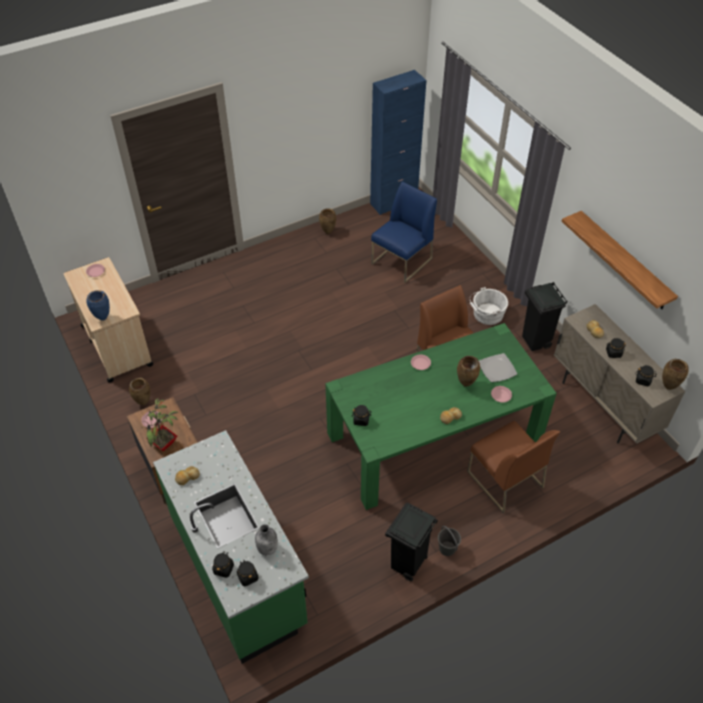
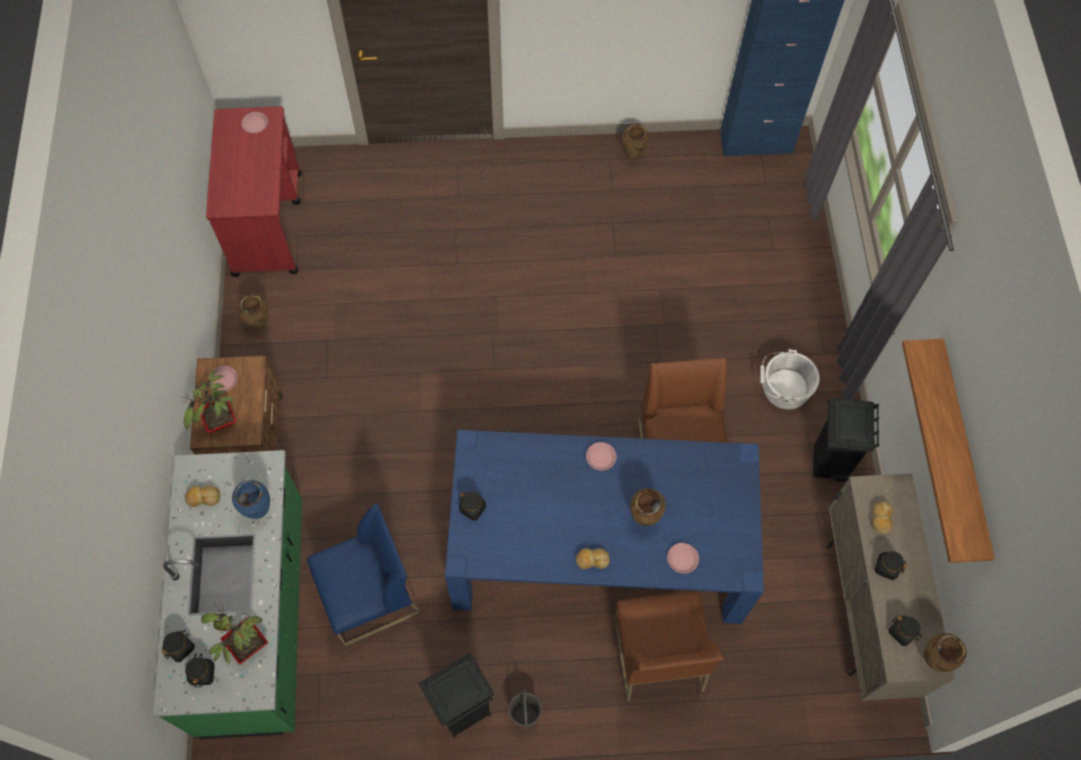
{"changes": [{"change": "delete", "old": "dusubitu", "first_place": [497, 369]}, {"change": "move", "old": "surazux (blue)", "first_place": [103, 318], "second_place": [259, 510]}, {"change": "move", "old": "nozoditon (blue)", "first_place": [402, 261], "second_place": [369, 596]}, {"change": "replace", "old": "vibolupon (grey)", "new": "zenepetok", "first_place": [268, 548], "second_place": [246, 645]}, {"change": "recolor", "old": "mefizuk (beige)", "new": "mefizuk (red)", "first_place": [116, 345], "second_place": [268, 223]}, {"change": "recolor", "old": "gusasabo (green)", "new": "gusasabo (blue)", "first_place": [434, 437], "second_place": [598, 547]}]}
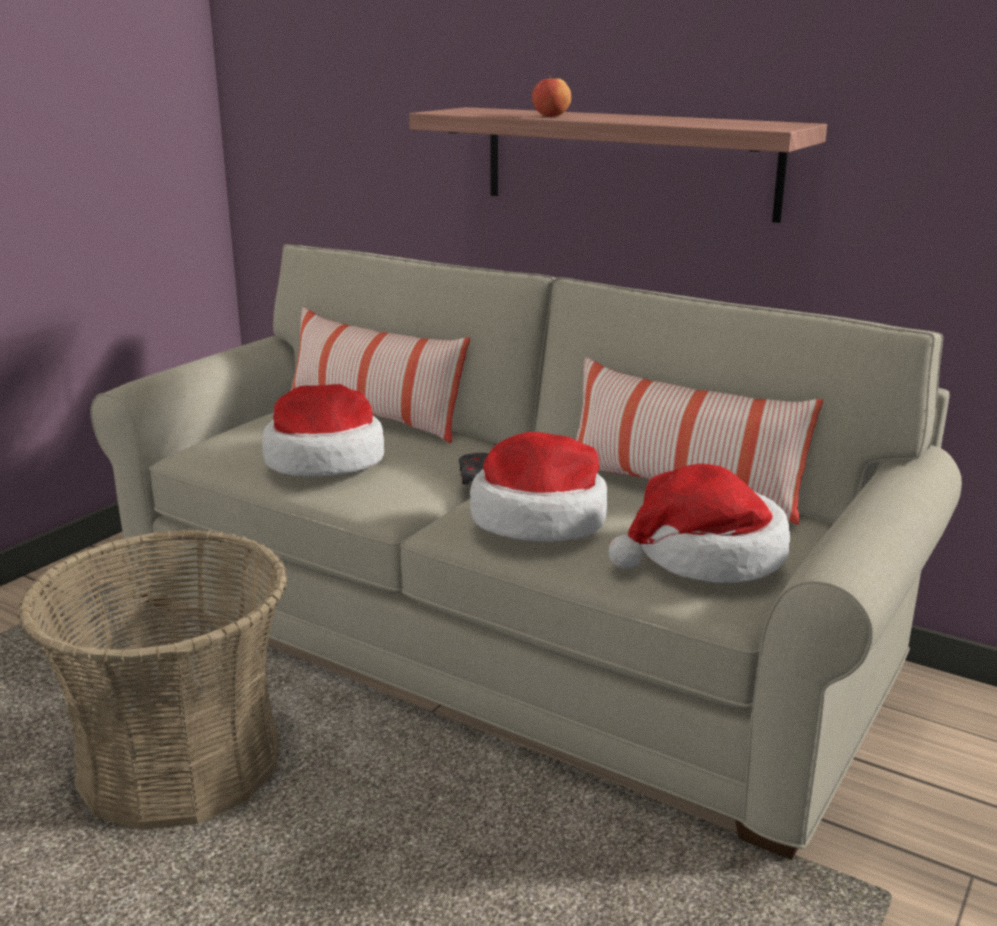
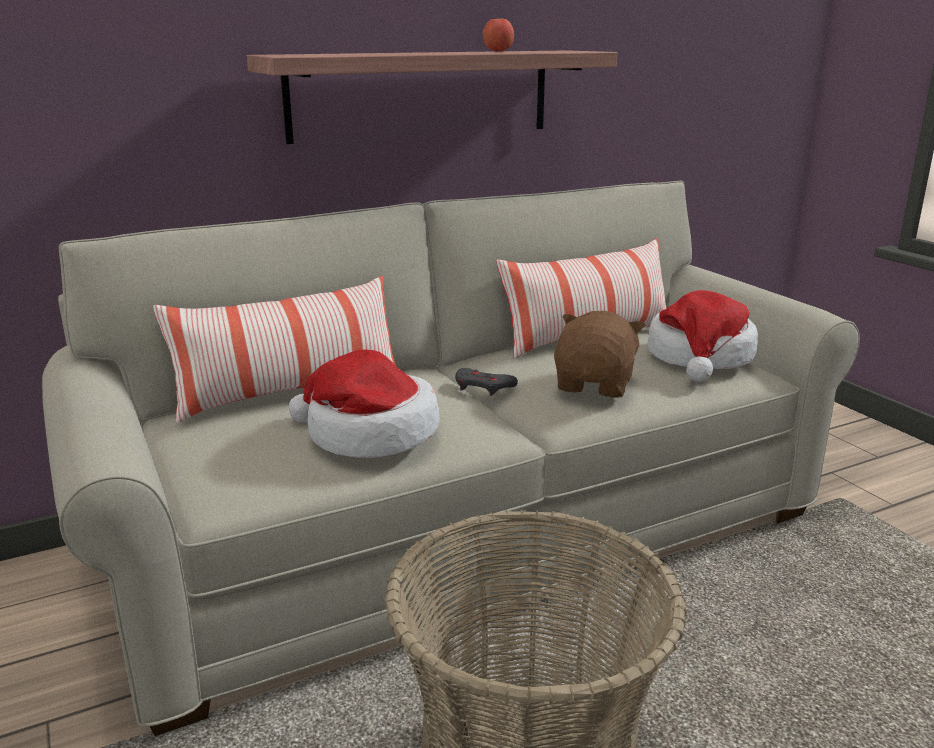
{"changes": [{"change": "move", "old": "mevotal", "first_place": [550, 116], "second_place": [498, 51]}, {"change": "replace", "old": "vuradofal", "new": "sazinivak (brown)", "first_place": [540, 518], "second_place": [595, 385]}]}
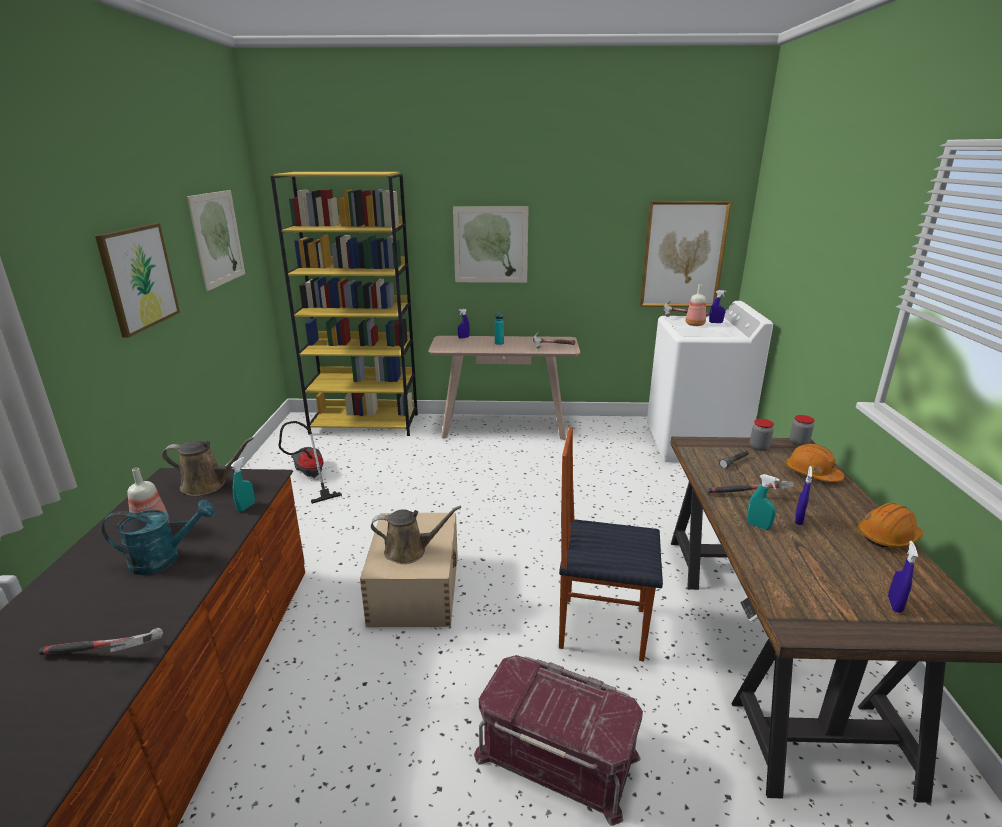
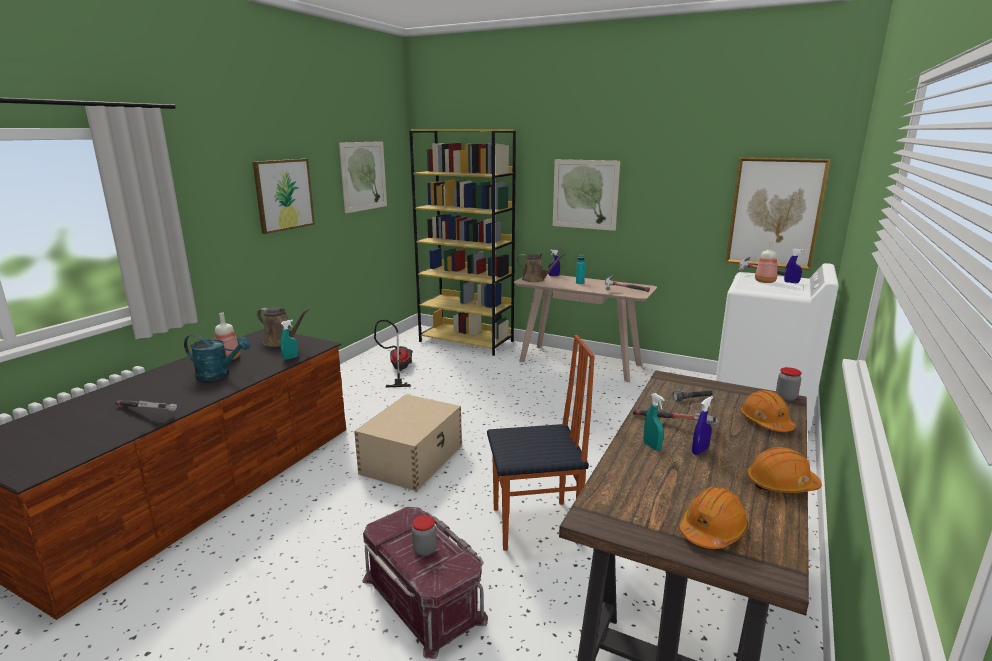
{"changes": [{"change": "move", "old": "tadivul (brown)", "first_place": [409, 551], "second_place": [536, 279]}, {"change": "move", "old": "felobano", "first_place": [759, 447], "second_place": [424, 550]}, {"change": "replace", "old": "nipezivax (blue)", "new": "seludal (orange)", "first_place": [894, 604], "second_place": [712, 530]}, {"change": "rotate", "old": "nozoditon", "first_place": [601, 627], "second_place": [536, 526], "degrees": 135}]}
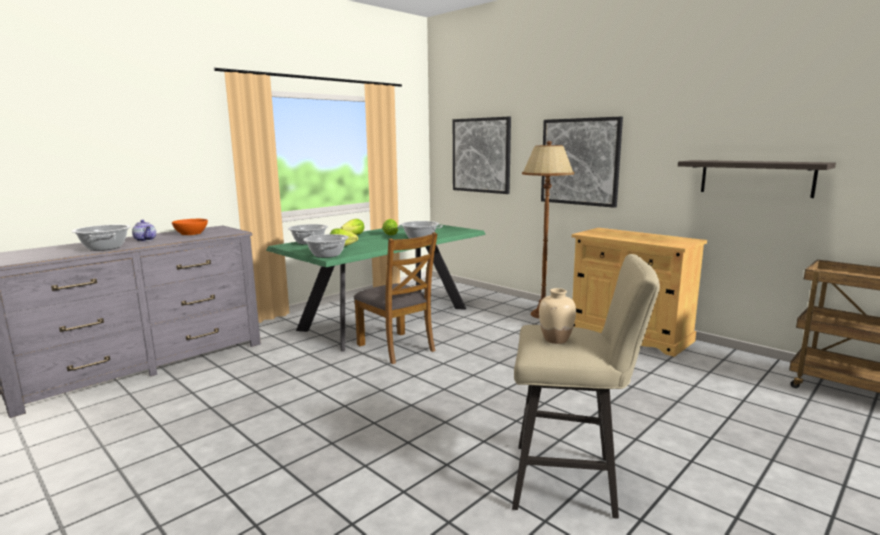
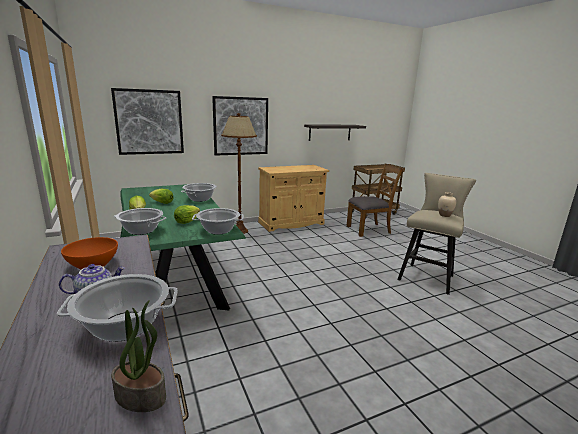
{"changes": [{"change": "insert", "new": "zenepetok", "second_place": [141, 395]}, {"change": "move", "old": "nozoditon (brown)", "first_place": [397, 347], "second_place": [369, 229]}]}
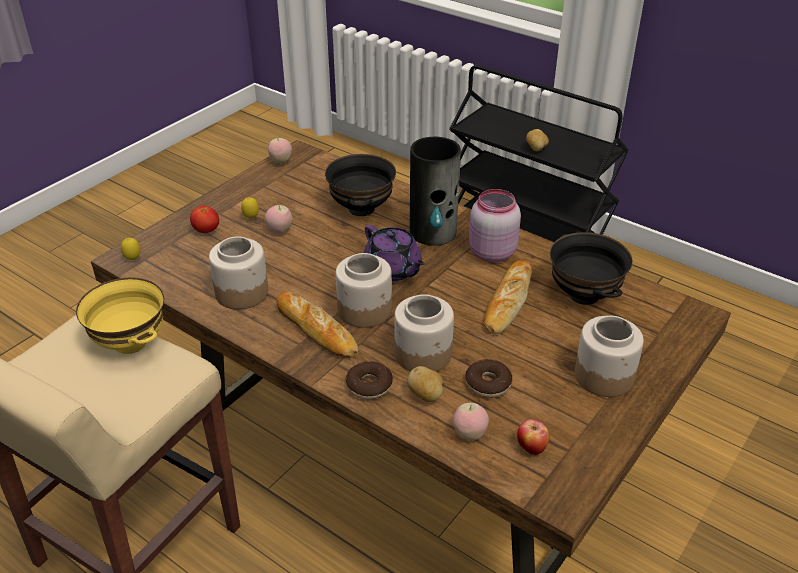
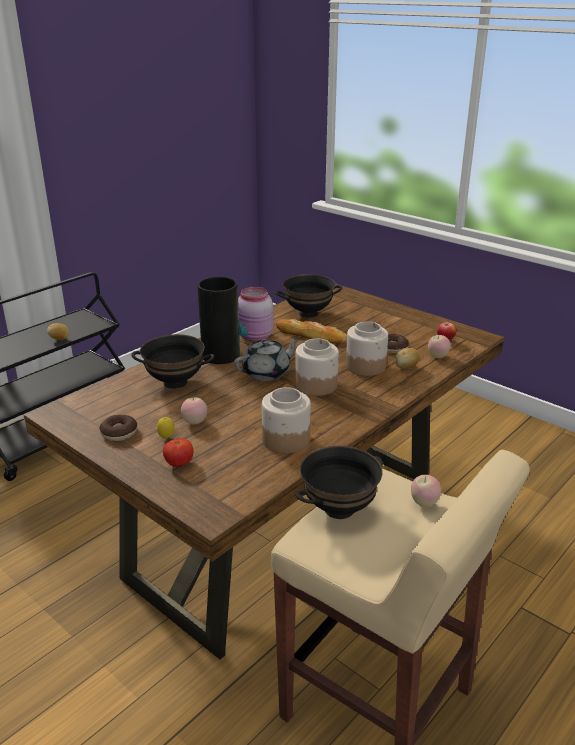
{"changes": [{"change": "delete", "old": "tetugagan", "first_place": [133, 259]}, {"change": "delete", "old": "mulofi", "first_place": [316, 329]}, {"change": "delete", "old": "felobano", "first_place": [604, 376]}, {"change": "move", "old": "mevotal", "first_place": [281, 161], "second_place": [424, 503]}, {"change": "move", "old": "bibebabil", "first_place": [369, 386], "second_place": [119, 433]}, {"change": "recolor", "old": "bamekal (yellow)", "new": "bamekal (black)", "first_place": [131, 343], "second_place": [338, 508]}, {"change": "recolor", "old": "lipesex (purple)", "new": "lipesex (grey)", "first_place": [393, 270], "second_place": [267, 373]}]}
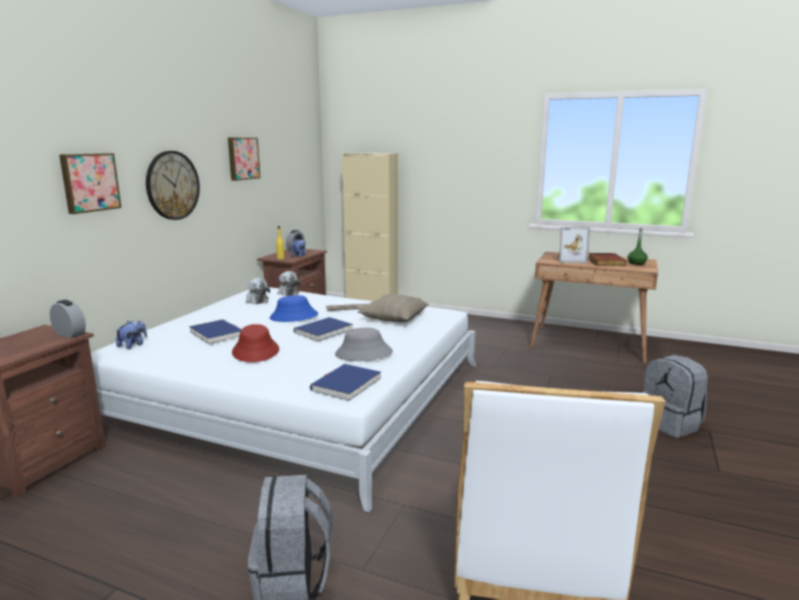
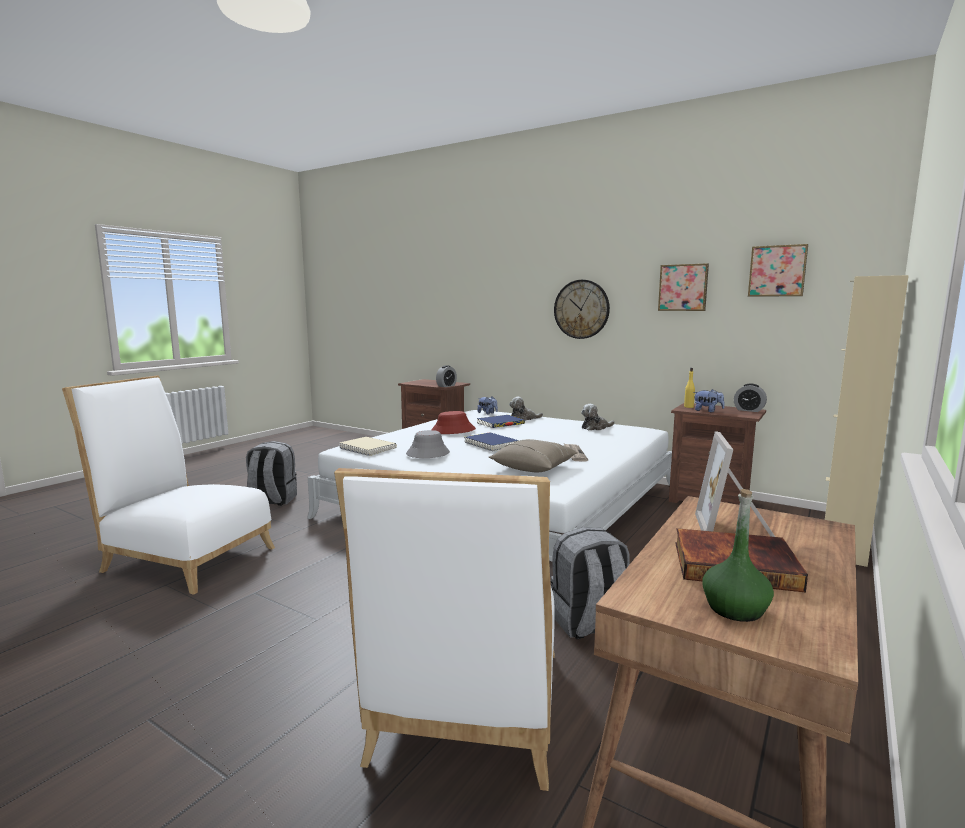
{"changes": [{"change": "delete", "old": "vuradofal (blue)", "first_place": [294, 316]}, {"change": "insert", "new": "nozoditon (white)", "second_place": [467, 714]}, {"change": "move", "old": "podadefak", "first_place": [89, 182], "second_place": [777, 271]}, {"change": "move", "old": "sazinivak", "first_place": [288, 292], "second_place": [523, 418]}, {"change": "move", "old": "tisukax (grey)", "first_place": [671, 424], "second_place": [589, 624]}, {"change": "recolor", "old": "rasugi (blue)", "new": "rasugi (beige)", "first_place": [346, 385], "second_place": [368, 448]}]}
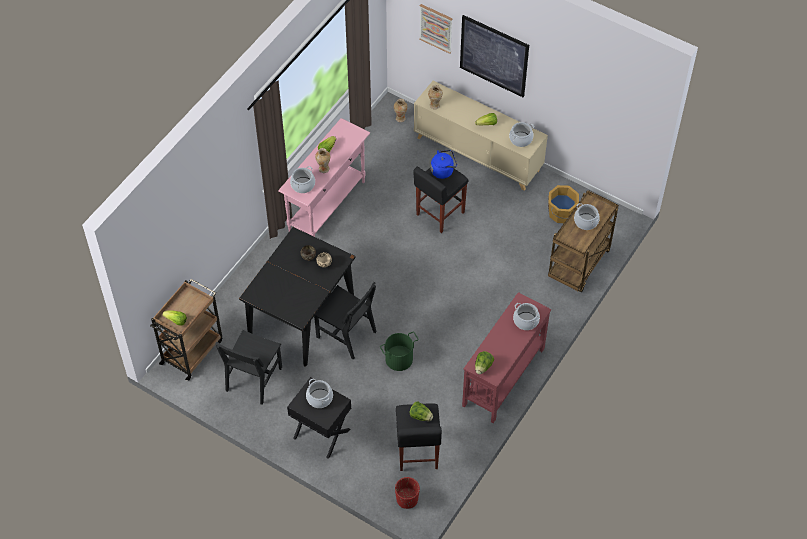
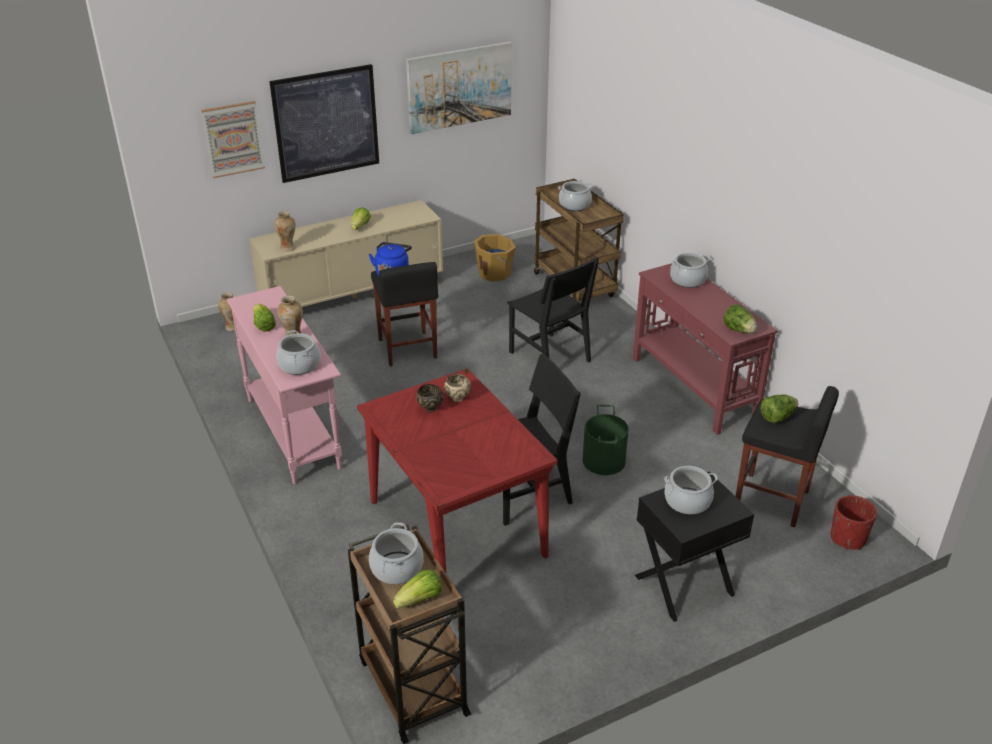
{"changes": [{"change": "insert", "new": "podadefak", "second_place": [459, 87]}, {"change": "move", "old": "nozoditon (black)", "first_place": [254, 379], "second_place": [549, 356]}, {"change": "move", "old": "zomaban", "first_place": [520, 139], "second_place": [396, 568]}, {"change": "recolor", "old": "gusasabo (black)", "new": "gusasabo (red)", "first_place": [302, 316], "second_place": [456, 527]}]}
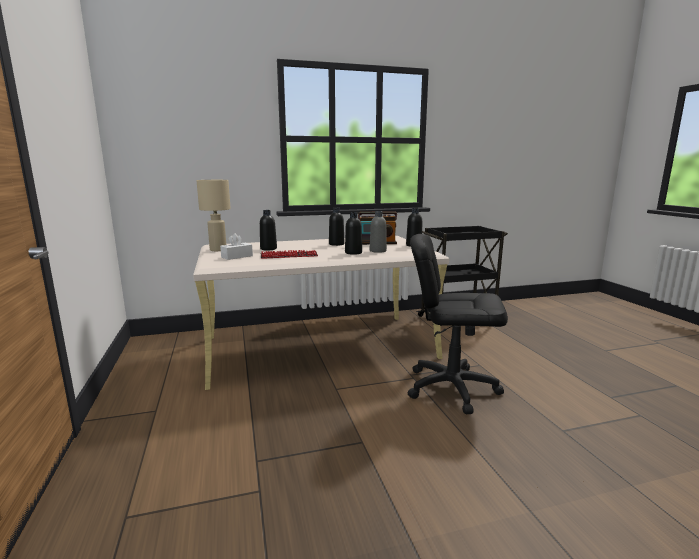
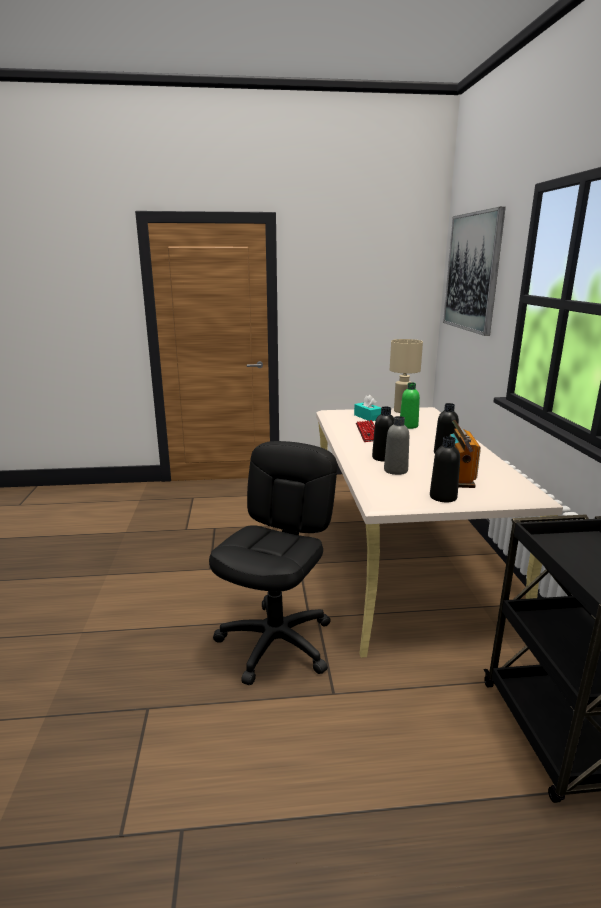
{"changes": [{"change": "insert", "new": "podadefak", "second_place": [472, 272]}, {"change": "recolor", "old": "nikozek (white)", "new": "nikozek (turquoise)", "first_place": [237, 256], "second_place": [367, 417]}, {"change": "recolor", "old": "vibolupon (black)", "new": "vibolupon (green)", "first_place": [268, 249], "second_place": [408, 426]}]}
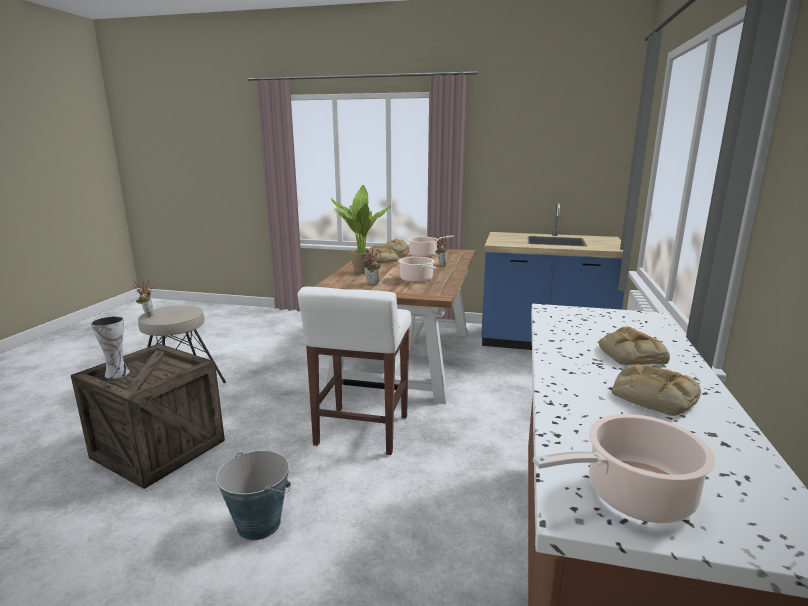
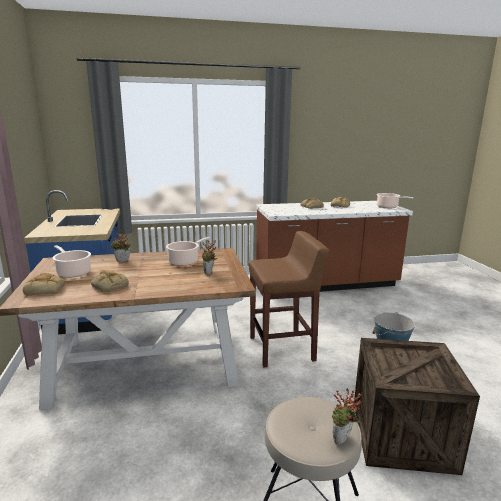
{"changes": [{"change": "delete", "old": "surazux", "first_place": [117, 373]}, {"change": "delete", "old": "zenepetok", "first_place": [359, 272]}, {"change": "recolor", "old": "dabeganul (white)", "new": "dabeganul (brown)", "first_place": [361, 431], "second_place": [283, 348]}]}
